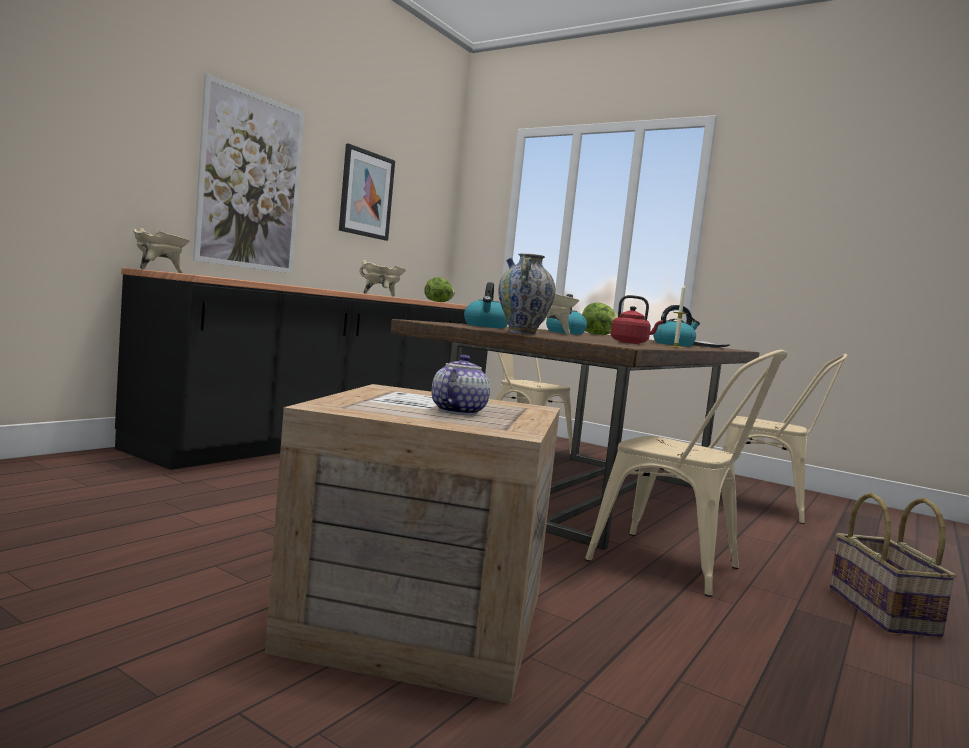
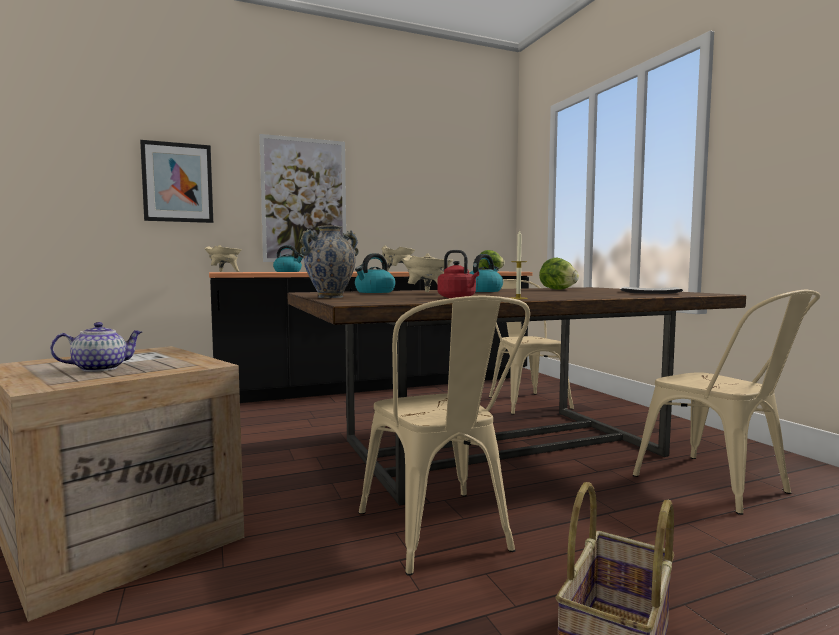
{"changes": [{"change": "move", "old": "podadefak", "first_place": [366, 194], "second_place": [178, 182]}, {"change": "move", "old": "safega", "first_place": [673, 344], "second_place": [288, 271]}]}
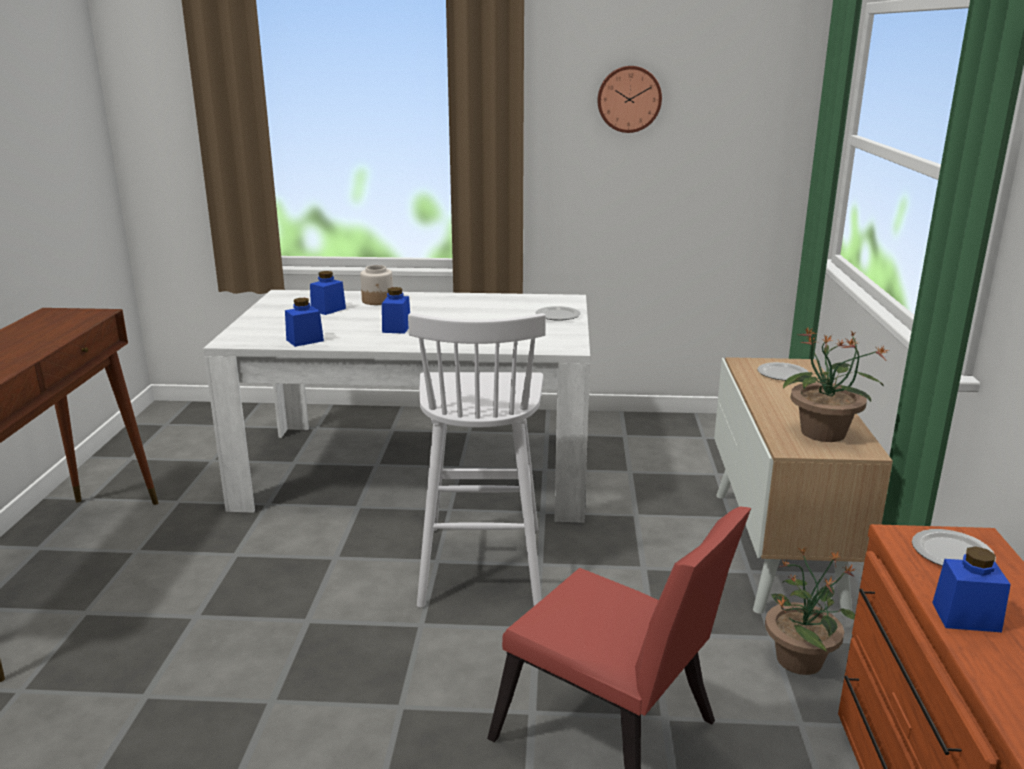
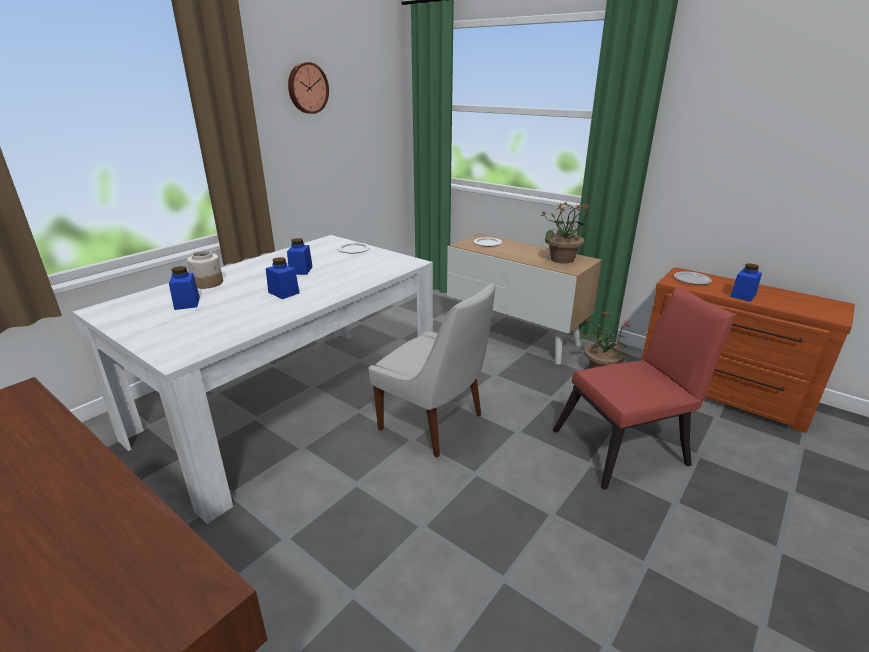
{"changes": [{"change": "move", "old": "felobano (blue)", "first_place": [305, 340], "second_place": [301, 270]}, {"change": "replace", "old": "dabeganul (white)", "new": "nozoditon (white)", "first_place": [482, 563], "second_place": [434, 423]}]}
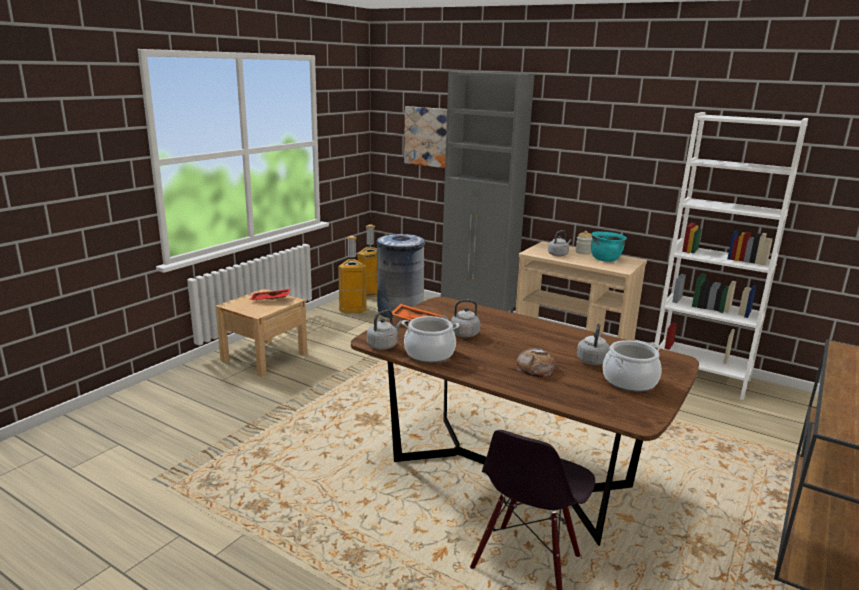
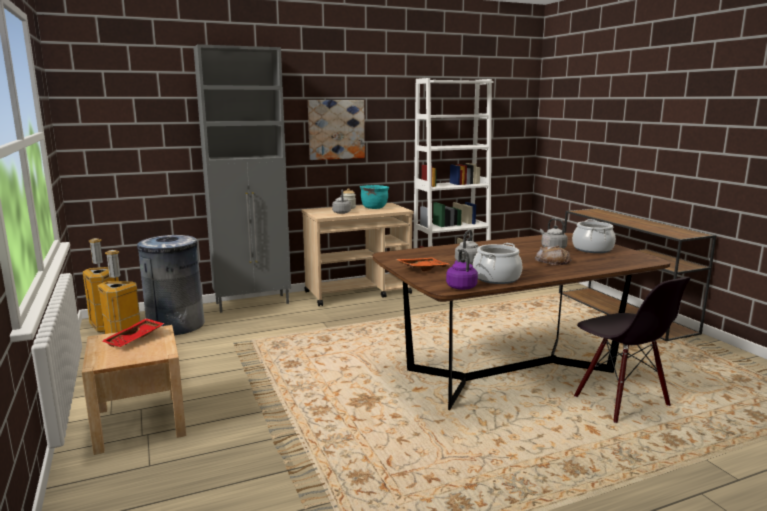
{"changes": [{"change": "move", "old": "podadefak", "first_place": [430, 137], "second_place": [336, 129]}, {"change": "recolor", "old": "safega (grey)", "new": "safega (purple)", "first_place": [383, 345], "second_place": [460, 286]}]}
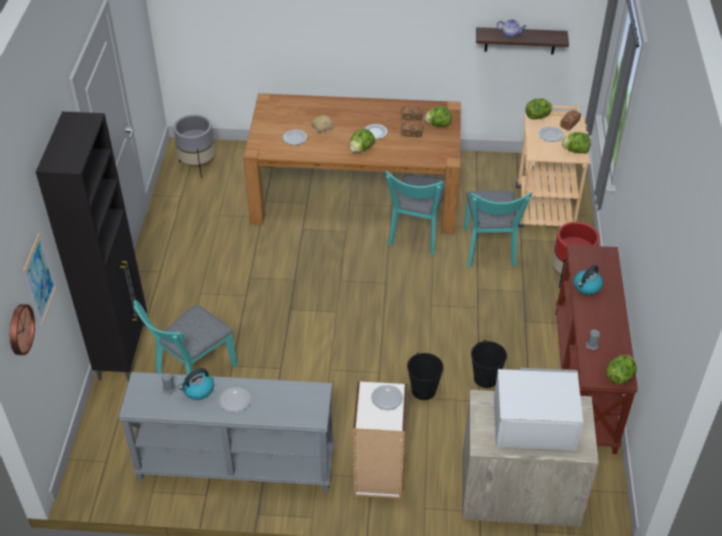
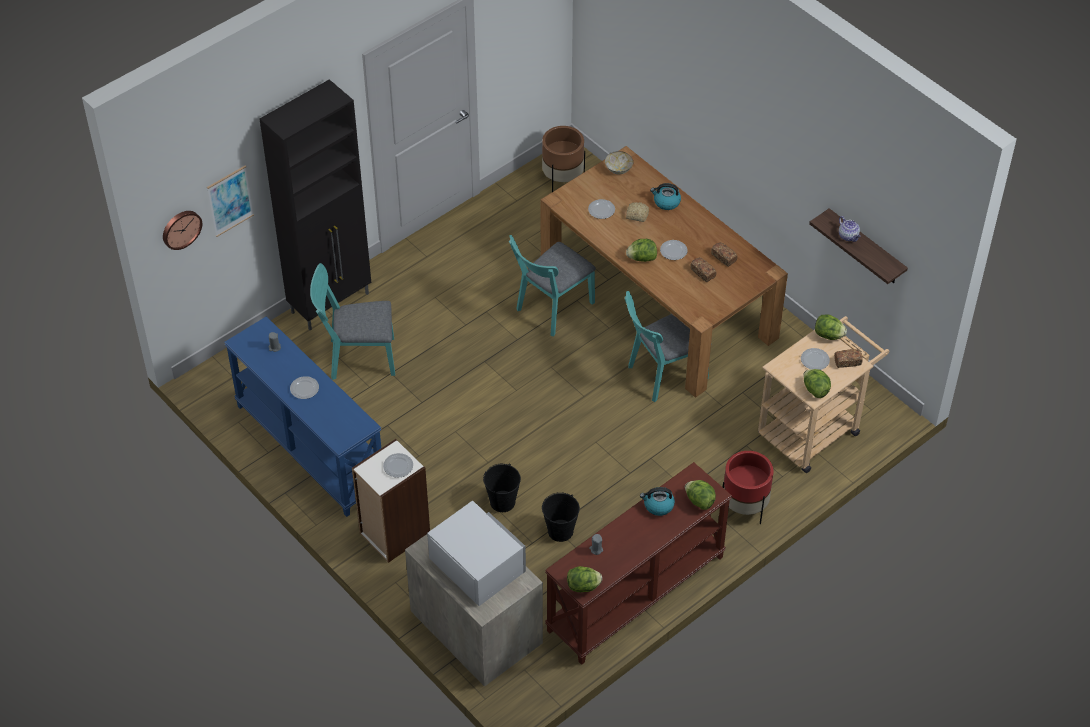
{"changes": [{"change": "insert", "new": "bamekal", "second_place": [618, 170]}, {"change": "move", "old": "safega", "first_place": [198, 390], "second_place": [666, 202]}, {"change": "move", "old": "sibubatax", "first_place": [437, 125], "second_place": [699, 501]}, {"change": "move", "old": "nozoditon (turquoise)", "first_place": [489, 250], "second_place": [551, 309]}, {"change": "recolor", "old": "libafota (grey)", "new": "libafota (blue)", "first_place": [235, 465], "second_place": [309, 448]}, {"change": "recolor", "old": "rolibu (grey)", "new": "rolibu (brown)", "first_place": [197, 165], "second_place": [562, 180]}]}
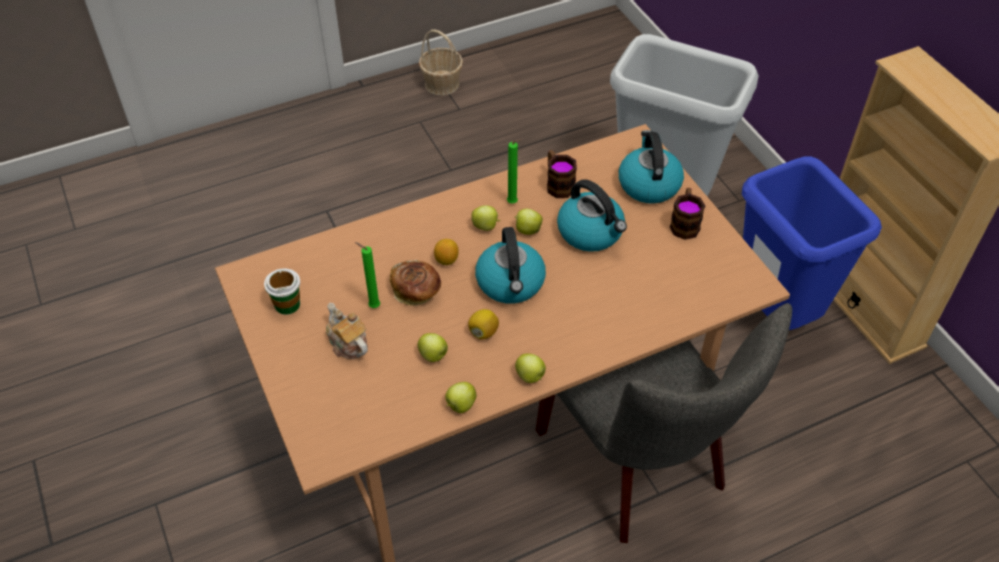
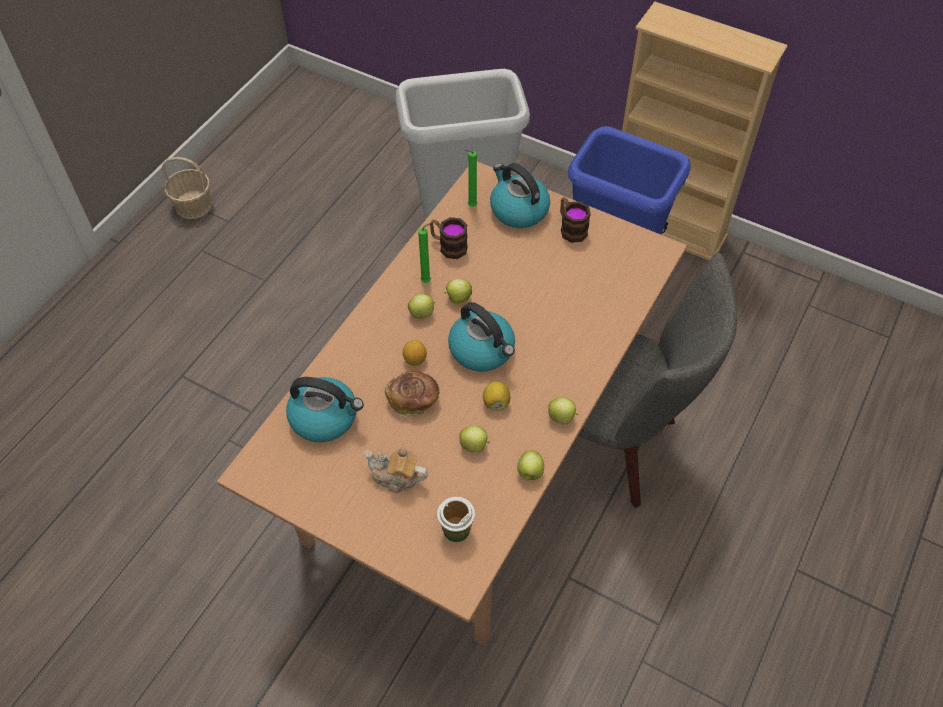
{"changes": [{"change": "move", "old": "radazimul", "first_place": [287, 304], "second_place": [456, 529]}, {"change": "move", "old": "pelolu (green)", "first_place": [372, 306], "second_place": [470, 206]}, {"change": "move", "old": "safega", "first_place": [591, 232], "second_place": [325, 417]}]}
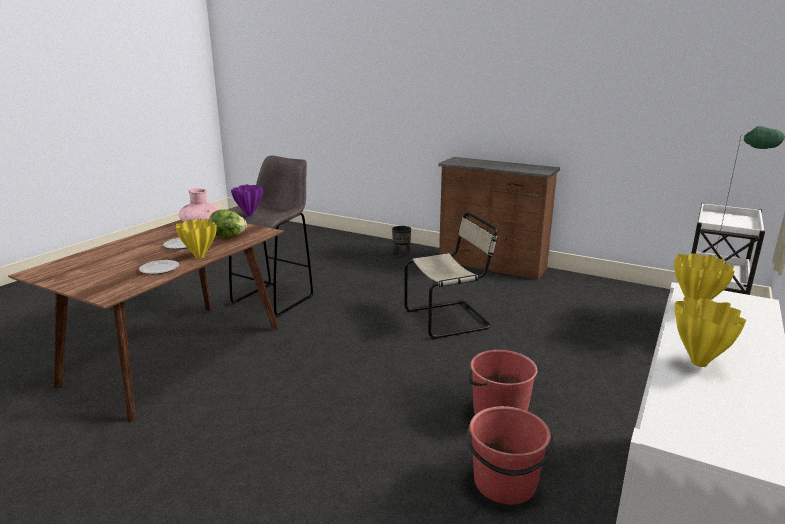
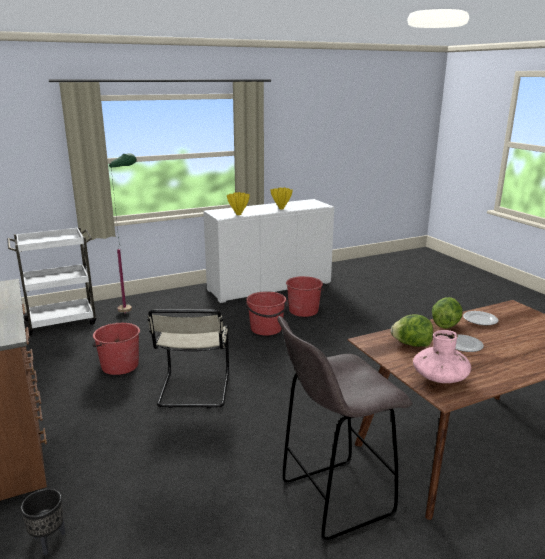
{"changes": [{"change": "delete", "old": "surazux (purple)", "first_place": [249, 215]}, {"change": "insert", "new": "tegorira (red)", "second_place": [119, 366]}, {"change": "replace", "old": "surazux (yellow)", "new": "sibubatax", "first_place": [199, 257], "second_place": [445, 325]}, {"change": "rotate", "old": "nozoditon (beige)", "first_place": [450, 319], "second_place": [194, 391], "degrees": -105}]}
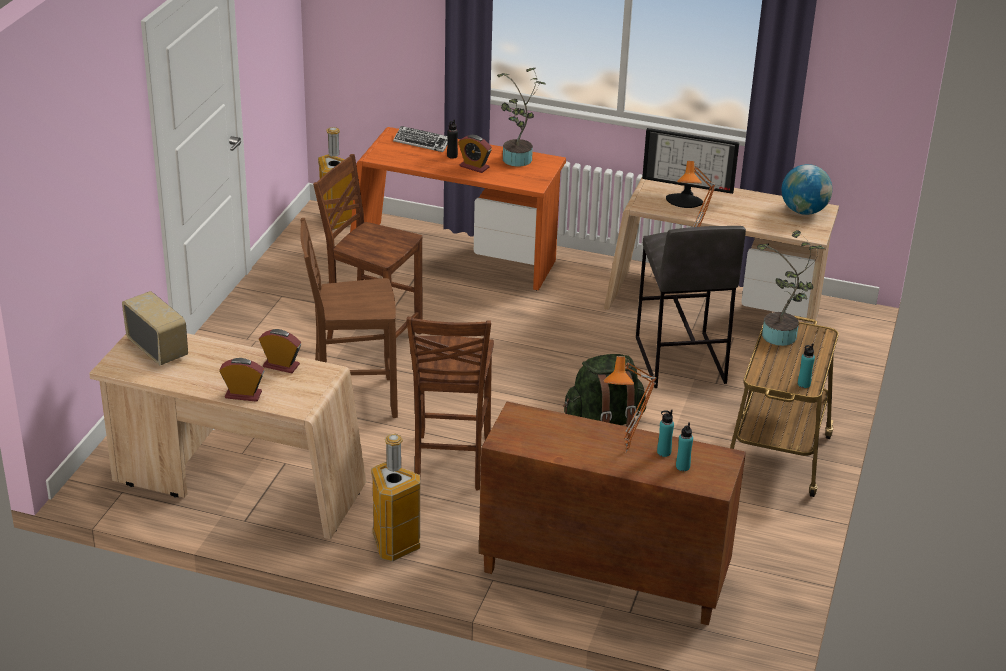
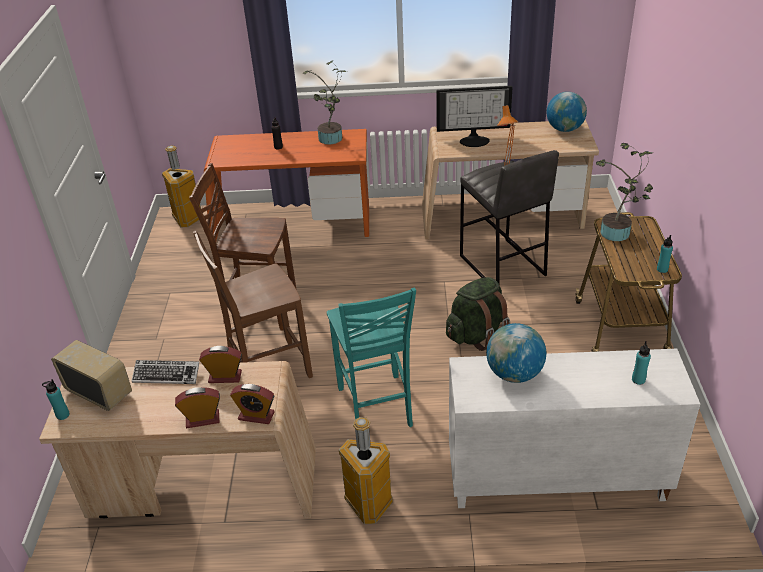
{"changes": [{"change": "delete", "old": "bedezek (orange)", "first_place": [628, 452]}, {"change": "insert", "new": "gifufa", "second_place": [514, 374]}, {"change": "move", "old": "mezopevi", "first_place": [422, 142], "second_place": [166, 375]}, {"change": "move", "old": "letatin", "first_place": [474, 167], "second_place": [256, 416]}, {"change": "move", "old": "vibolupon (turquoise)", "first_place": [663, 452], "second_place": [62, 415]}, {"change": "recolor", "old": "nozoditon (brown)", "new": "nozoditon (turquoise)", "first_place": [449, 464], "second_place": [376, 408]}, {"change": "recolor", "old": "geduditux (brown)", "new": "geduditux (white)", "first_place": [601, 576], "second_place": [555, 480]}]}
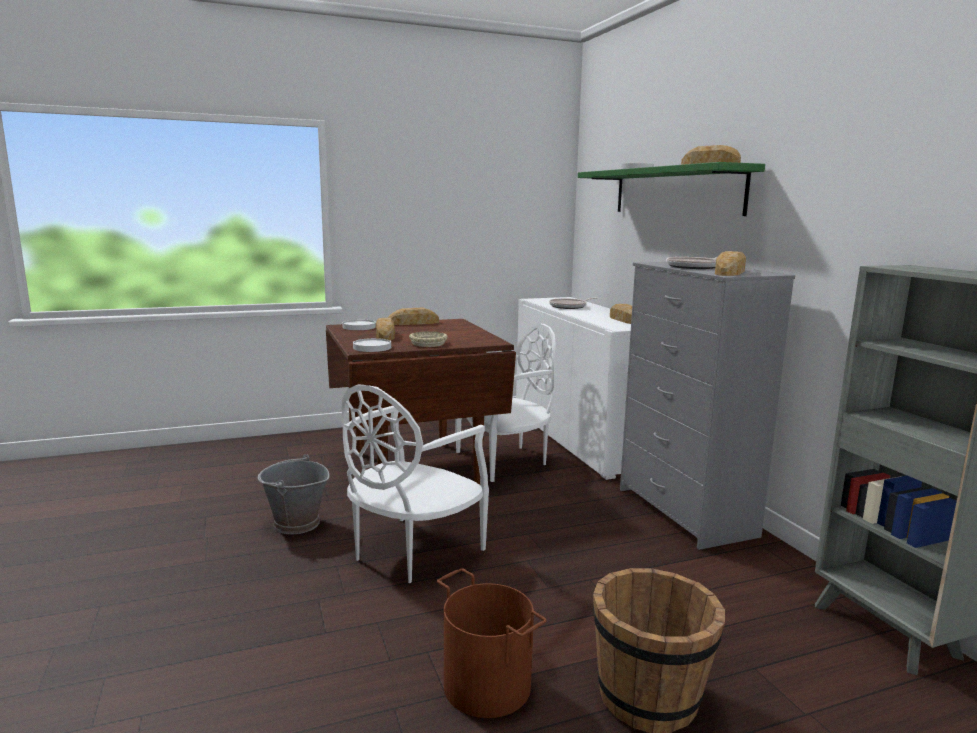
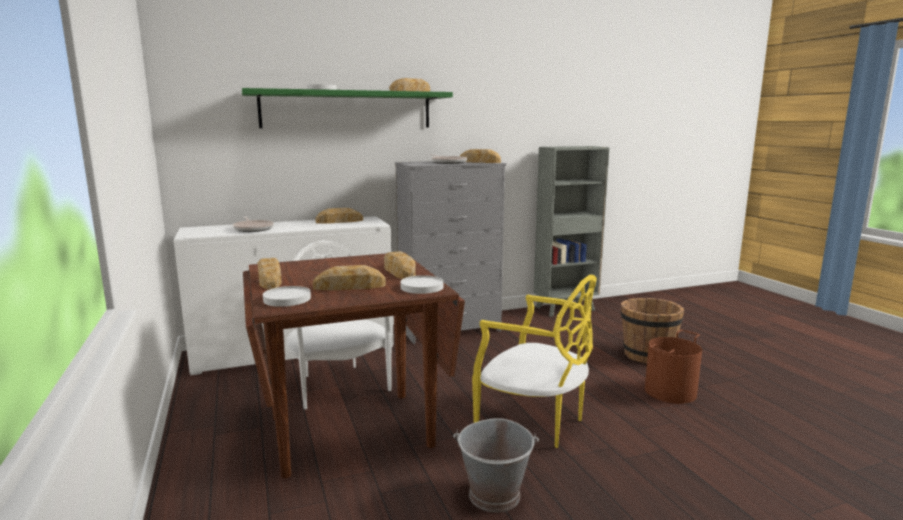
{"changes": [{"change": "replace", "old": "bamekal (beige)", "new": "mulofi", "first_place": [428, 343], "second_place": [399, 271]}, {"change": "recolor", "old": "nozoditon (white)", "new": "nozoditon (yellow)", "first_place": [411, 552], "second_place": [534, 422]}]}
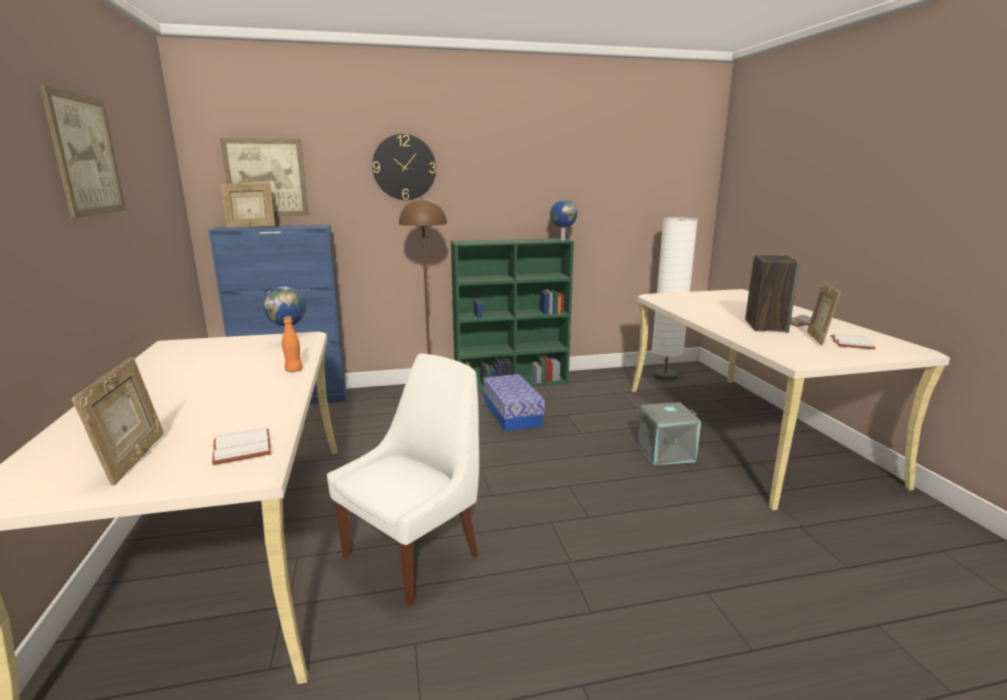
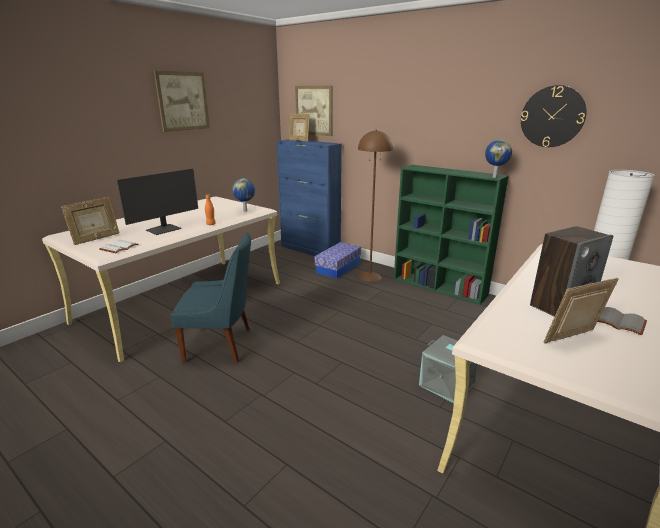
{"changes": [{"change": "delete", "old": "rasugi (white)", "first_place": [850, 343]}, {"change": "insert", "new": "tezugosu", "second_place": [164, 229]}, {"change": "move", "old": "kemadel", "first_place": [404, 167], "second_place": [552, 117]}, {"change": "move", "old": "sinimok", "first_place": [512, 414], "second_place": [338, 268]}, {"change": "recolor", "old": "nozoditon (white)", "new": "nozoditon (blue)", "first_place": [415, 553], "second_place": [221, 345]}]}
